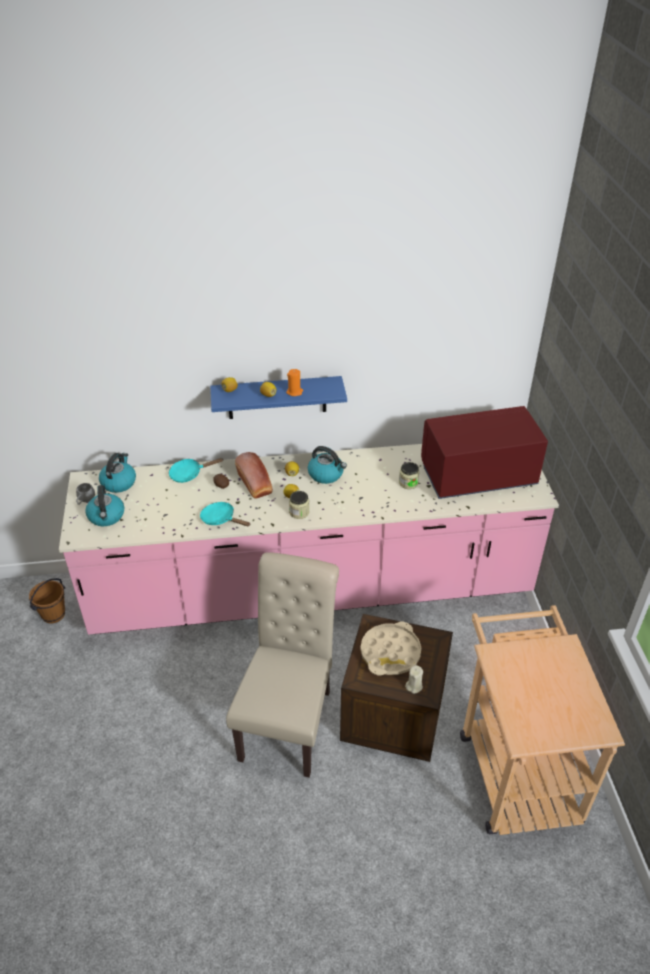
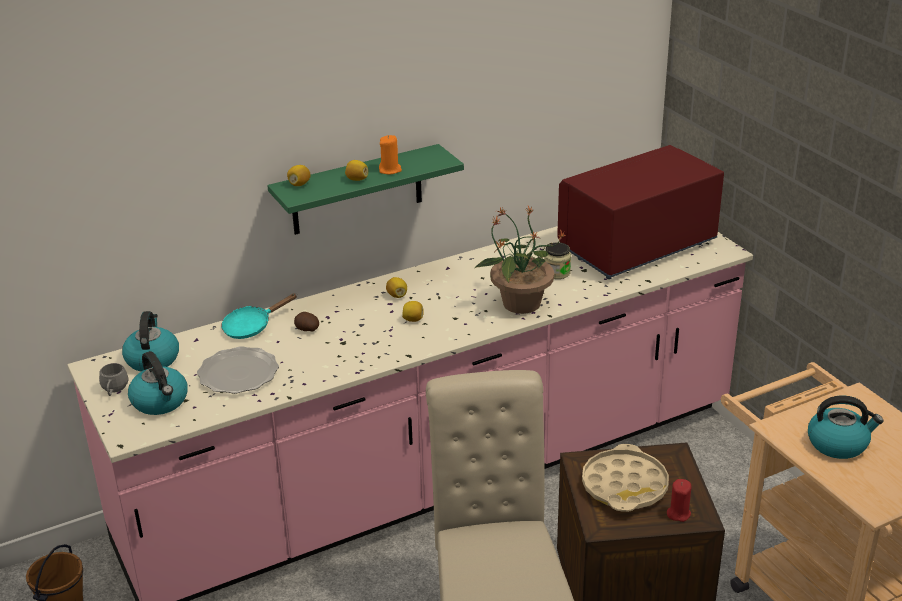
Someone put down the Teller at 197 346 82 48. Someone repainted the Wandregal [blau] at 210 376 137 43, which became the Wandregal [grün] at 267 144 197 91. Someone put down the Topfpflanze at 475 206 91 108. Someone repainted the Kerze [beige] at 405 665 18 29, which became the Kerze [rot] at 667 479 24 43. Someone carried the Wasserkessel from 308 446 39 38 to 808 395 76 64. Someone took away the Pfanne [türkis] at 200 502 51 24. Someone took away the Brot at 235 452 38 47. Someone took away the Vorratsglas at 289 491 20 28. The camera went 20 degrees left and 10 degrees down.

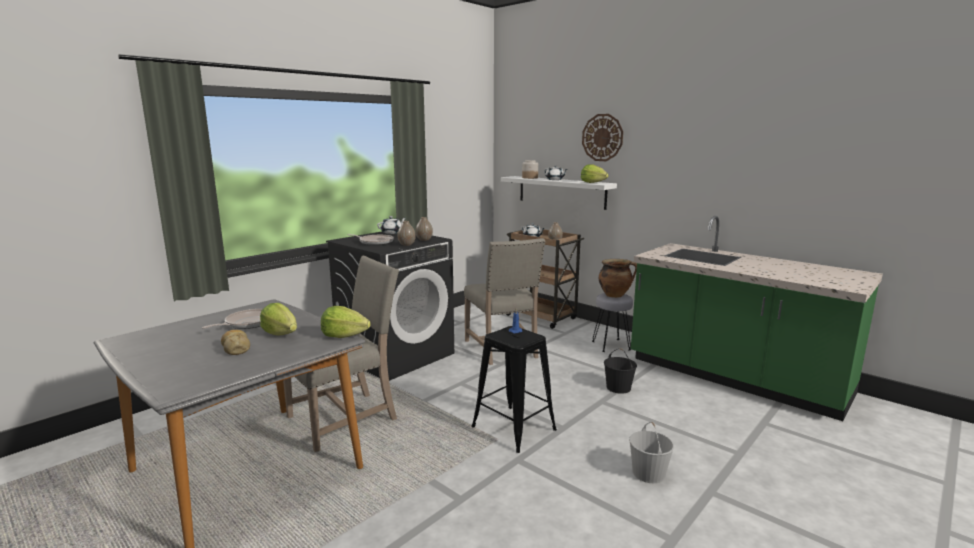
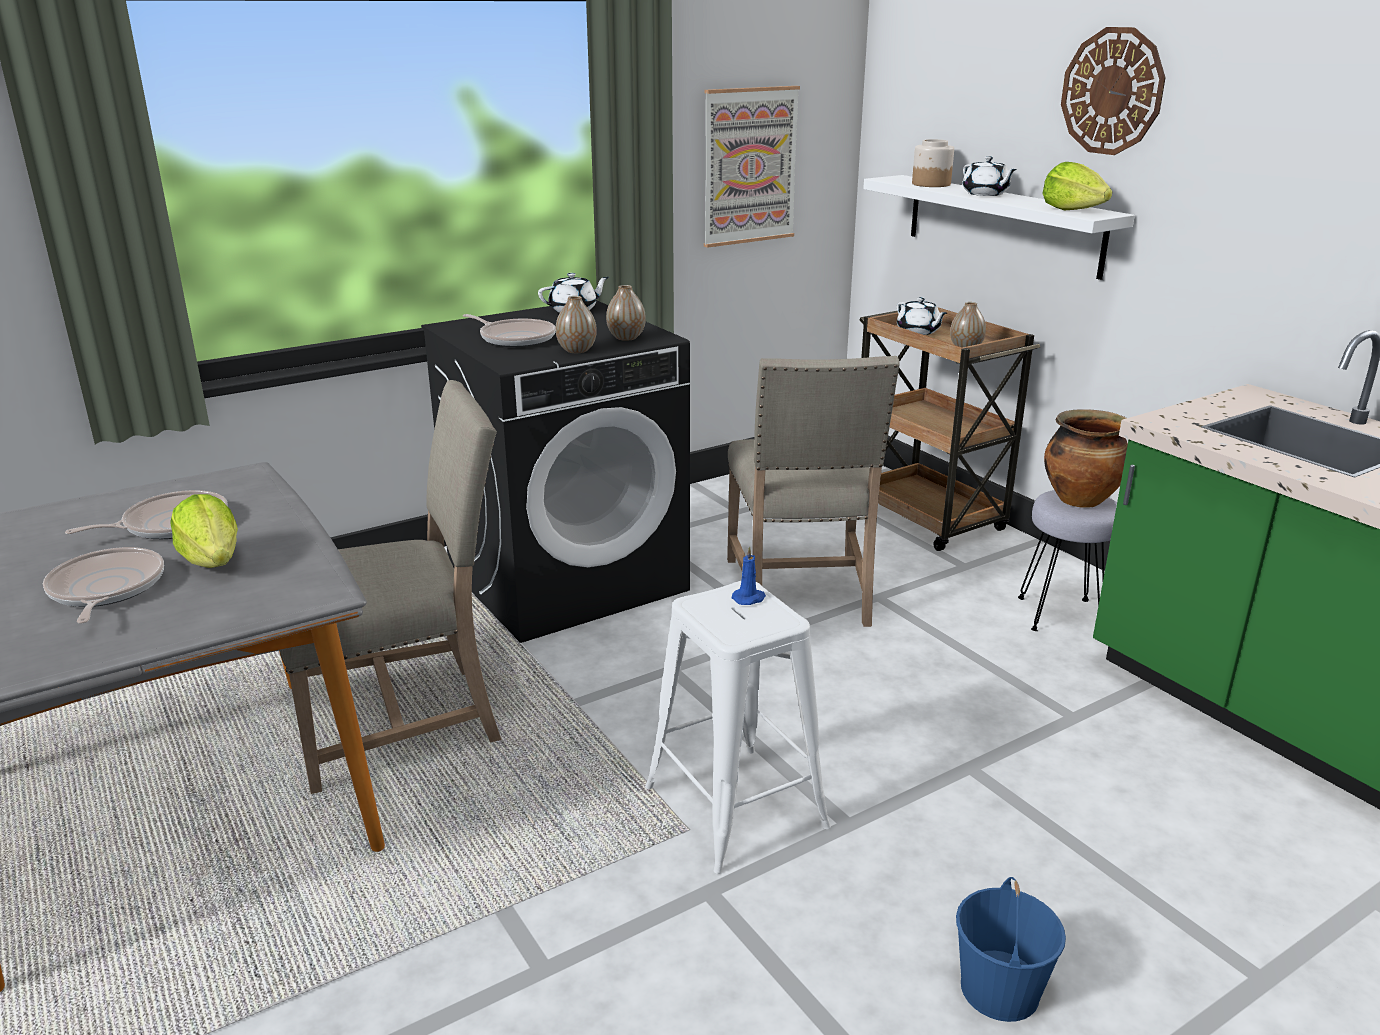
Someone swapped the Brot at 221 330 29 25 for the Pfanne at 43 547 121 77. Someone repainted the Hocker [schwarz] at 471 326 86 127, which became the Hocker [weiß] at 645 581 186 293. Someone put up the Bild at 704 86 96 162. Someone repainted the Eimer [weiß] at 629 422 45 61, which became the Eimer [blau] at 956 877 110 145. Someone took away the Salatkopf at 321 306 50 32. Someone took away the Eimer [schwarz] at 604 348 33 46. The camera went 15 degrees right and 10 degrees up.

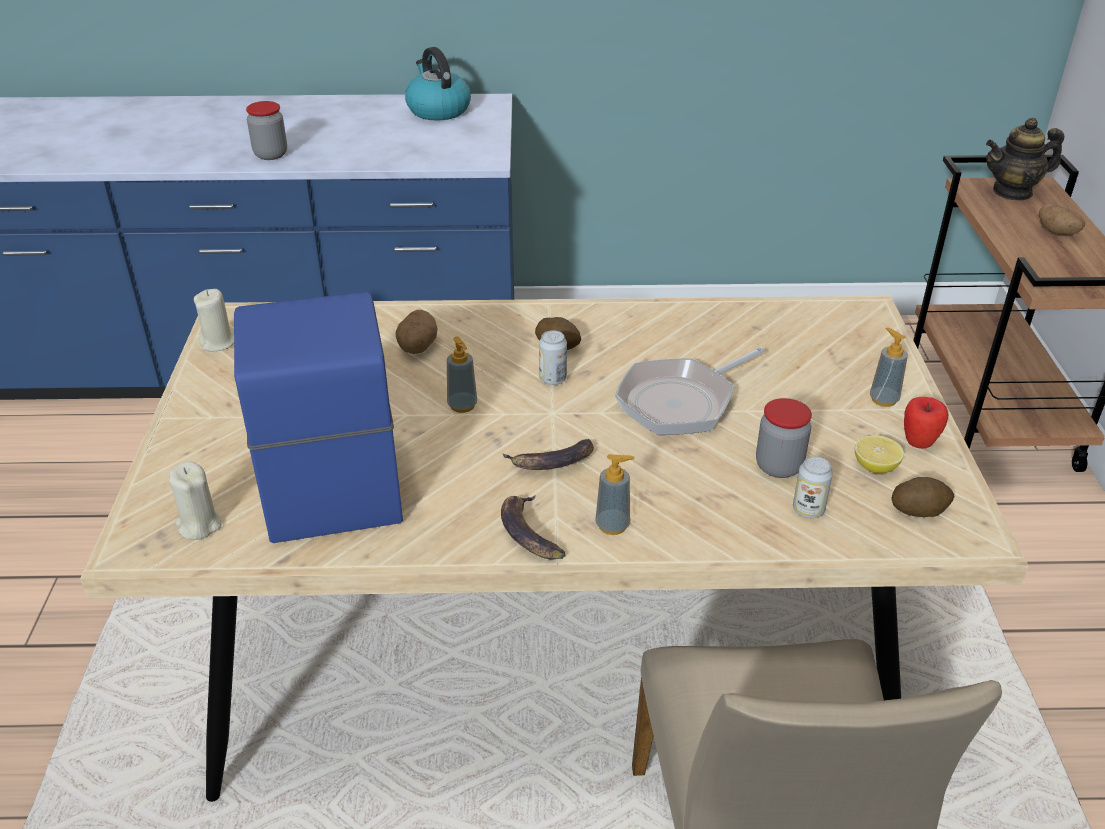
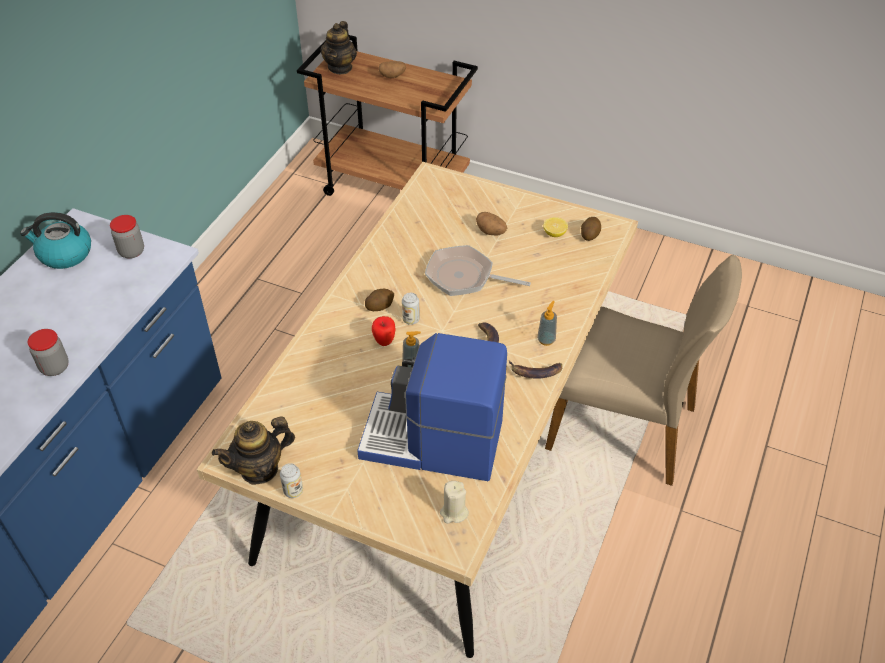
Someone carried the Vorratsglas from 756 398 56 80 to 110 215 34 44. Someone swapped the Kerze [beige] at 194 289 40 62 for the Teekanne at 212 416 83 69. Someone carried the Dose from 793 456 40 62 to 280 463 23 35. Someone carried the Apfel from 904 397 45 52 to 372 316 23 30. Someone rotated the Pfanne at 615 347 150 88 by 120 degrees clockwise. Someone carried the Kartoffel from 396 310 41 44 to 476 212 31 23. Someone took away the Seifenspender at 870 327 38 80. The camera went 65 degrees left and 10 degrees up.

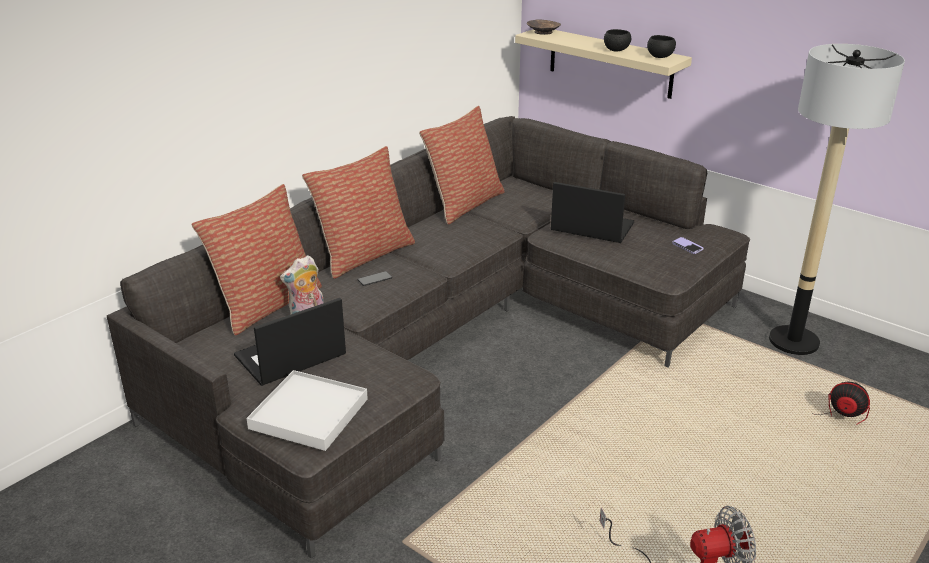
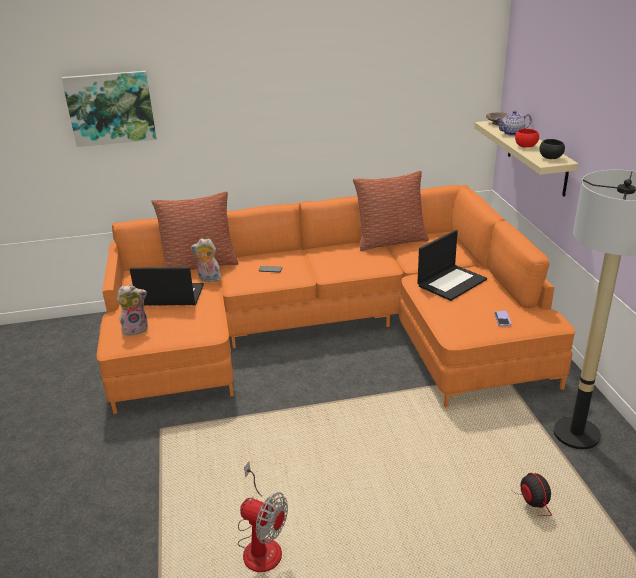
Someone put up the Bild at 62 71 95 76. Someone repainted the Sofa [grau] at 107 116 643 443, which became the Sofa [orange] at 97 185 478 229. Someone swapped the Tablett [weiß] at 246 370 122 81 for the Plüschtier at 117 284 31 51. Someone rotated the Laptop at 551 182 83 61 by 75 degrees clockwise. Someone put down the Teekanne at 496 111 36 25. Someone repainted the Schüssel [schwarz] at 604 29 27 23, which became the Schüssel [rot] at 515 129 24 19. Someone took away the Kissen at 302 146 113 133. The camera went 40 degrees right and 0 degrees up.

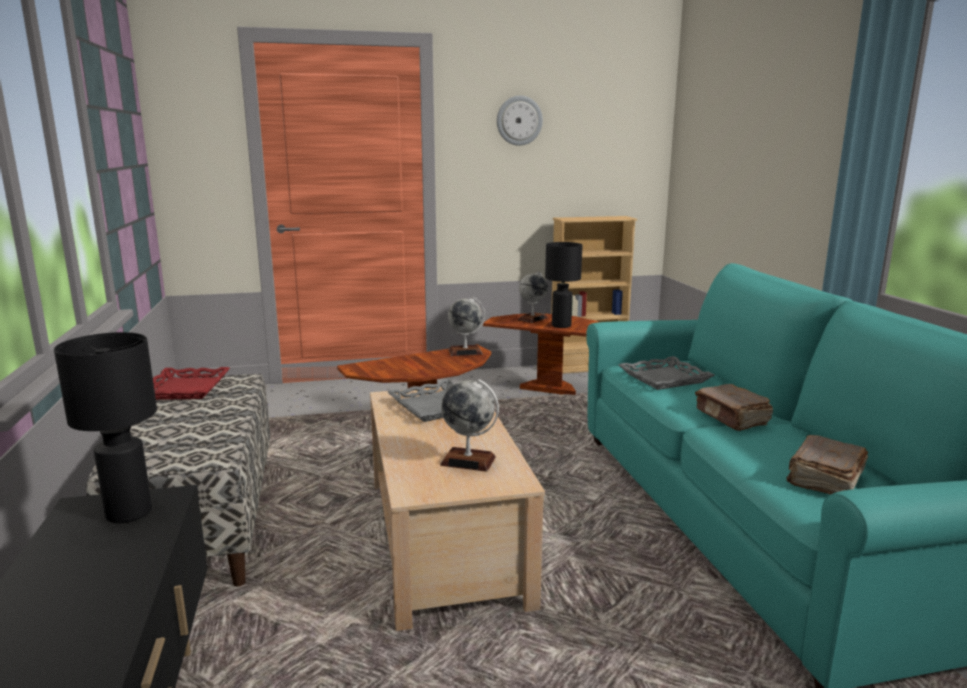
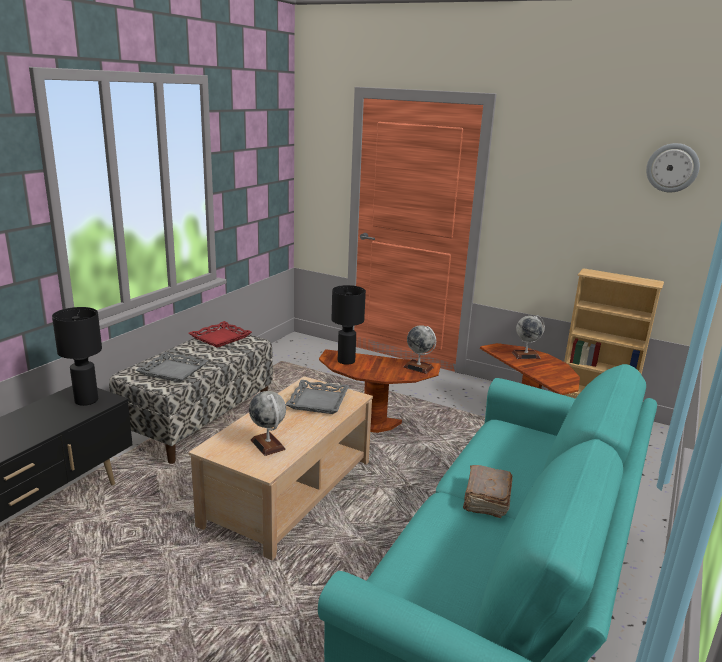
Someone carried the Tablett [grau] from 619 356 96 34 to 136 352 73 30. Someone carried the Tischlampe [schwarz] from 545 242 37 86 to 331 285 35 80. Someone carried the Wanduhr from 497 96 46 50 to 646 143 54 49. Someone took away the Buch [braun] at 787 435 81 60. The camera went 40 degrees right and 5 degrees up.

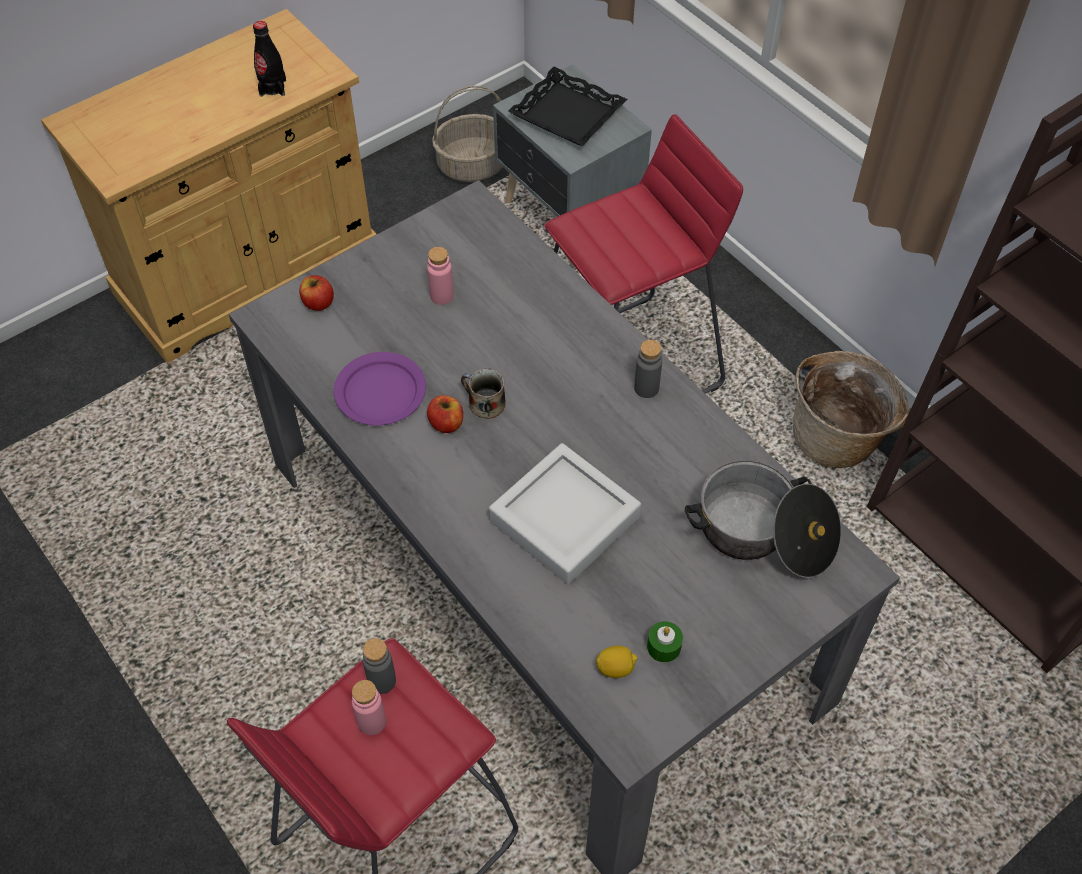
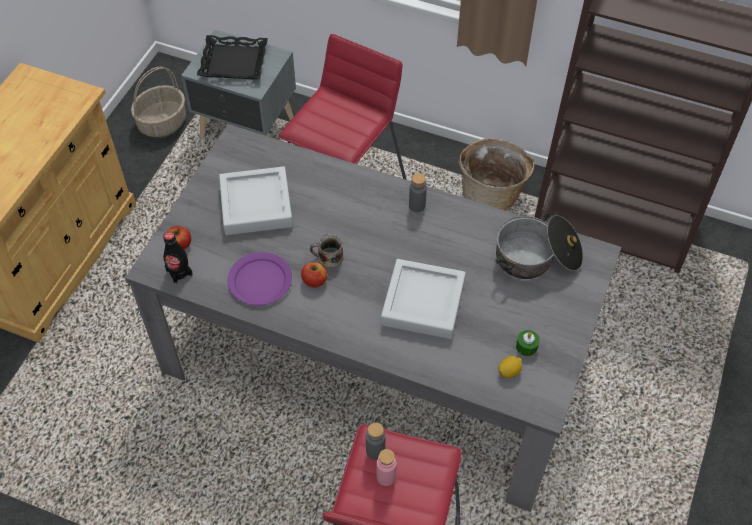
Someone carried the Flasche [schwarz] from 253 21 33 76 to 163 232 30 52. Someone swapped the Flasche [rosa] at 427 247 27 58 for the Tablett [grau] at 219 166 74 69. The camera went 30 degrees left and 0 degrees up.

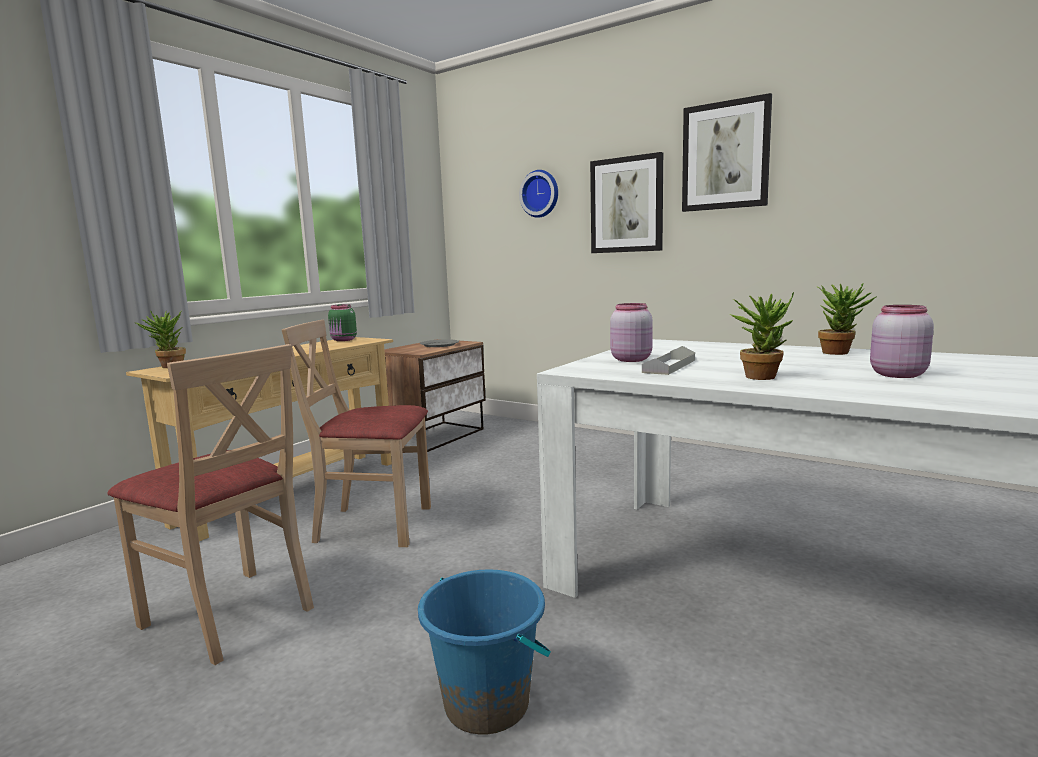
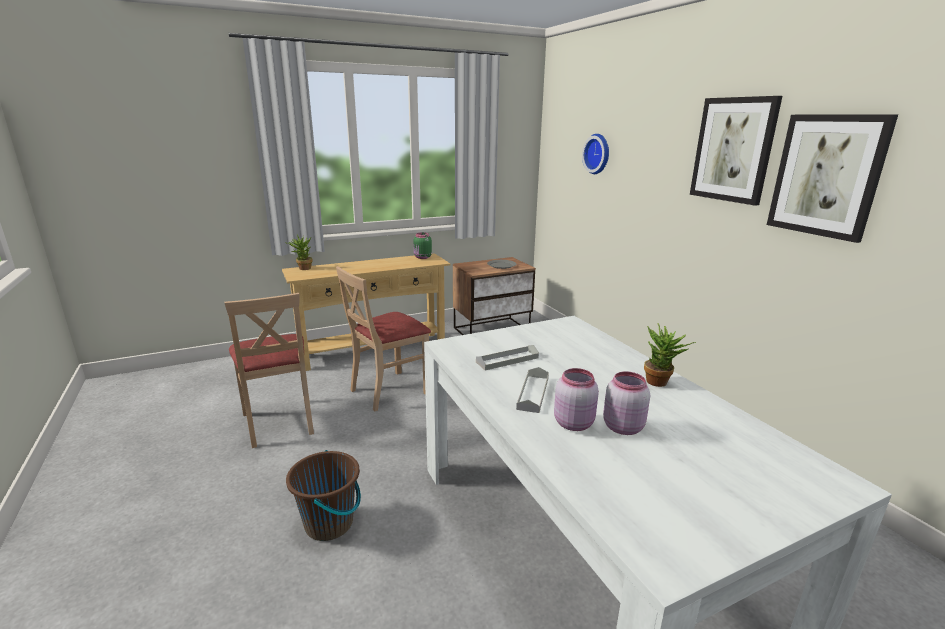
Someone repainted the Eimer [blau] at 418 569 133 166, which became the Eimer [braun] at 286 450 75 91. Someone rotated the Stuhl [beige] at 282 319 149 228 by 75 degrees counterclockwise. Someone swapped the Topfpflanze at 729 292 65 88 for the Tablett [grau] at 516 367 33 46. Someone carried the Vorratsglas [rosa] from 610 303 43 59 to 554 368 45 63. Someone carried the Bild from 590 152 73 101 to 767 114 131 129. The camera went 30 degrees right and 10 degrees up.

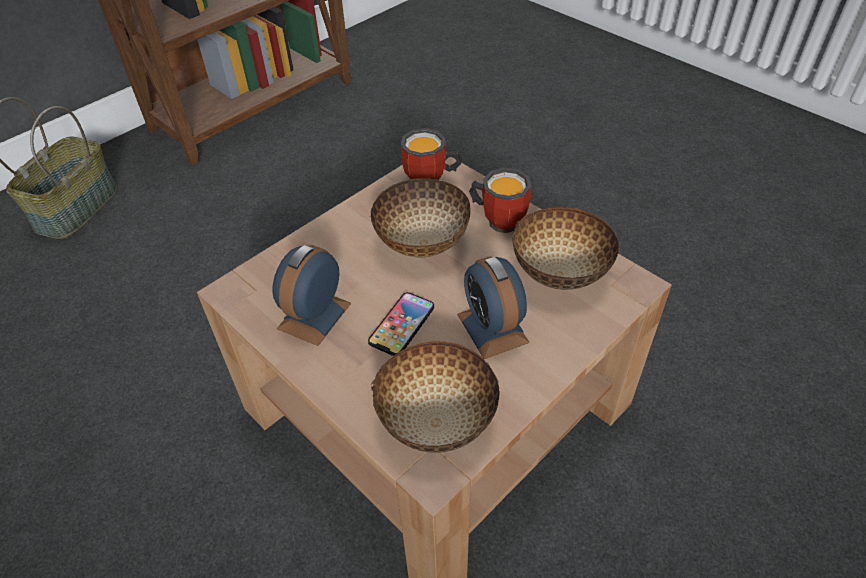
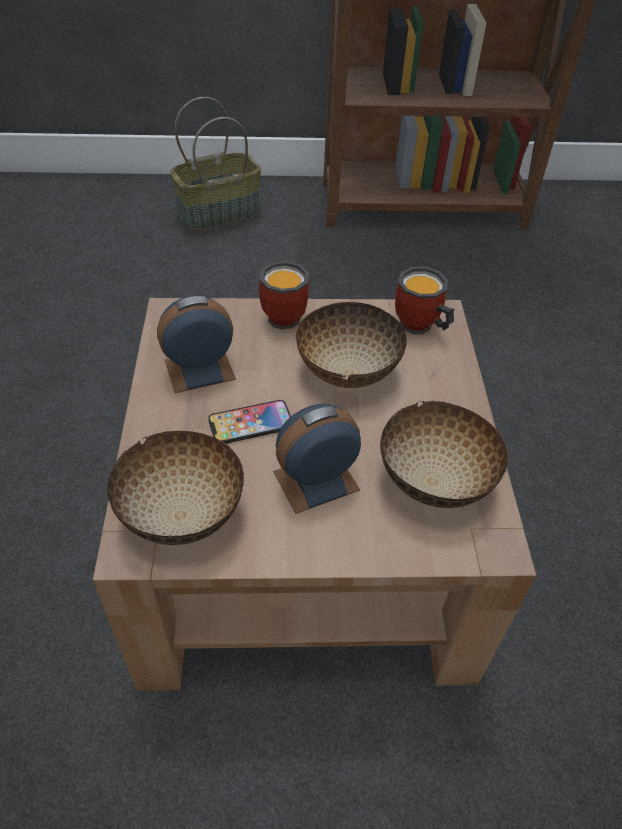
Someone carried the Henkelbecher from 469 168 62 65 to 259 261 50 69. Someone rotated the Wecker at 457 256 73 103 by 45 degrees clockwise. The camera went 40 degrees right and 0 degrees up.

